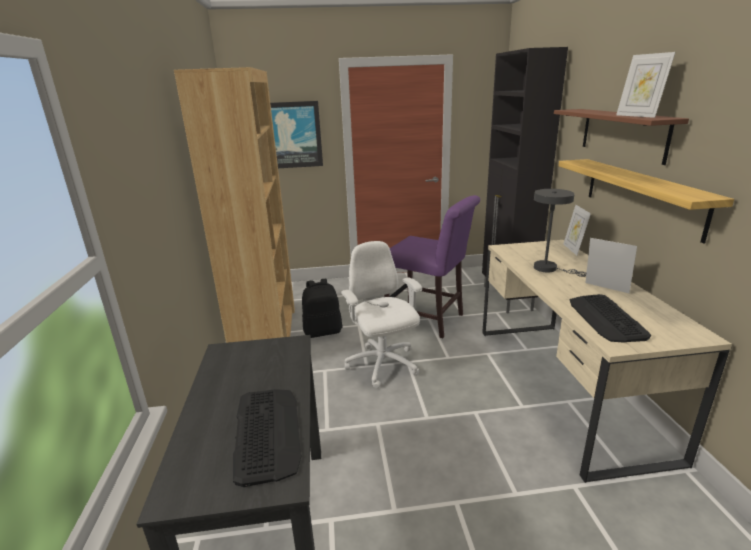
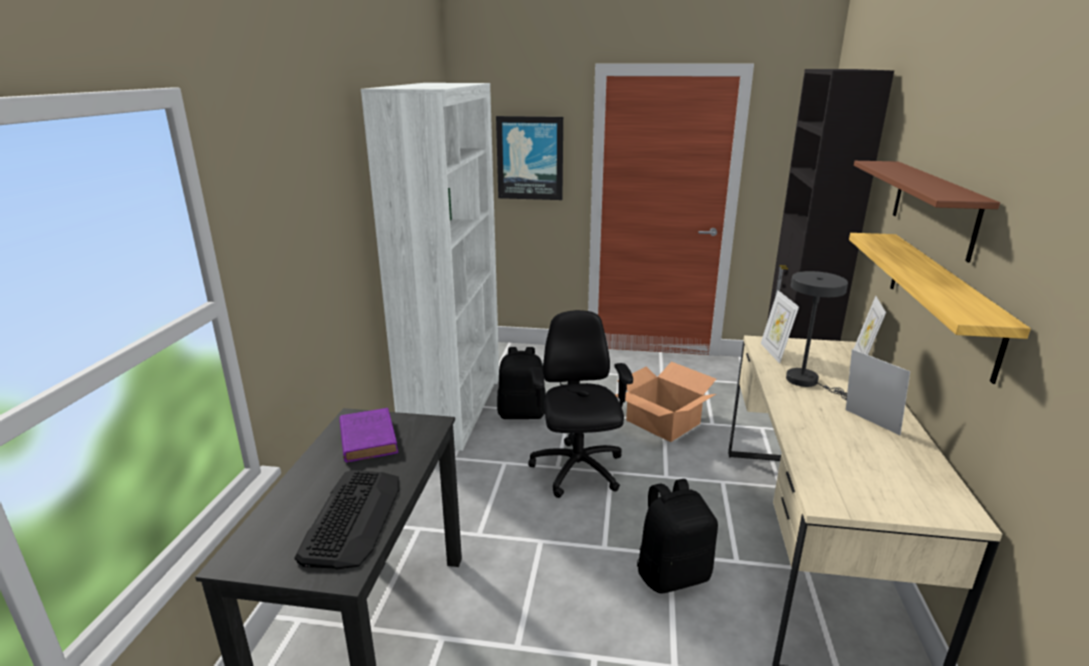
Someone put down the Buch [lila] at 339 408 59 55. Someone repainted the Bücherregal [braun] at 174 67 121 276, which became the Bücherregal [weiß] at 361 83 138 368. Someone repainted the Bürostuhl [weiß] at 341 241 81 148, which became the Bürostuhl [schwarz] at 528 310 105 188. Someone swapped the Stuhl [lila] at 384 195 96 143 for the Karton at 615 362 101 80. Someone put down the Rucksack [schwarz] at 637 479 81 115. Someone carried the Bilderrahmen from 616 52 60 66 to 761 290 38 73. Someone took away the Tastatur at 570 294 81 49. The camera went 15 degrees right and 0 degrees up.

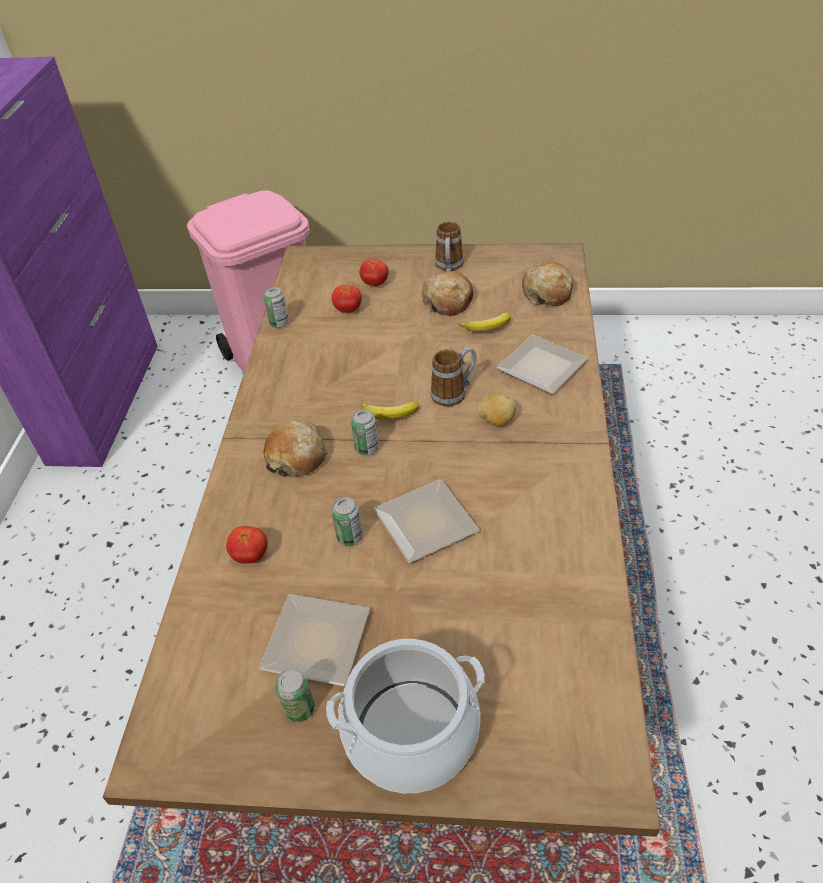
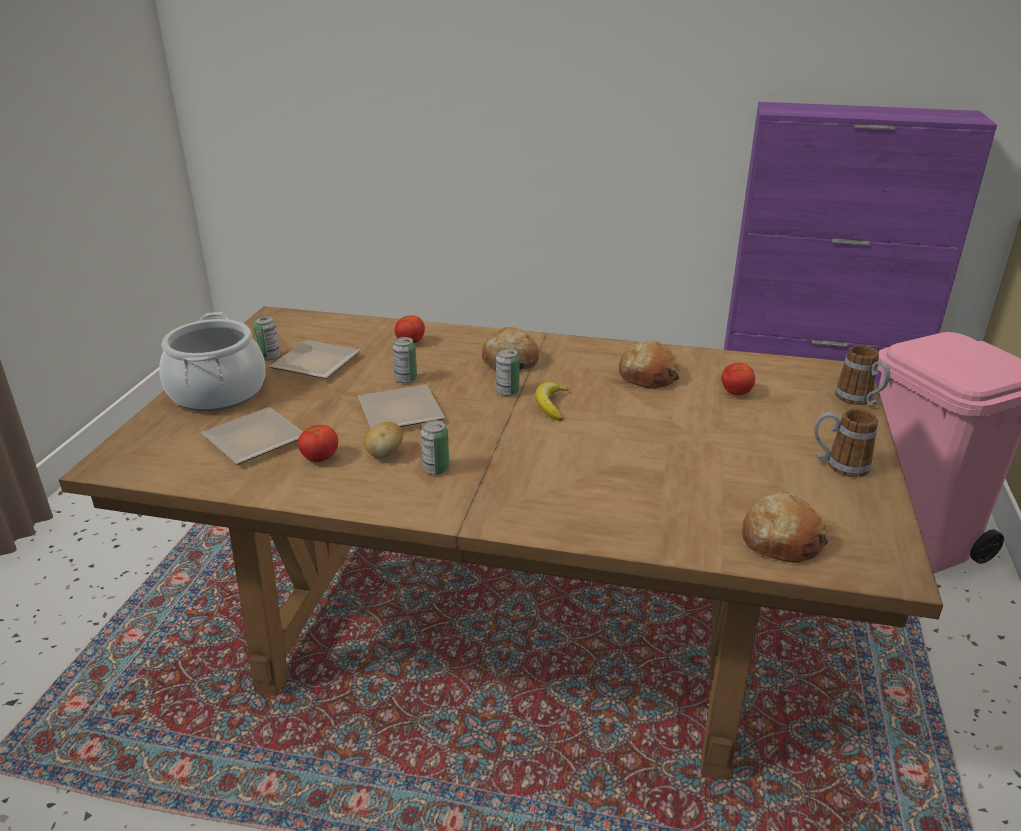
Someone carried the Teller from 496 335 92 59 to 201 407 102 57. Someone carried the Tomate from 359 259 30 27 to 298 425 40 37. Someone carried the Kartoffel from 477 392 39 34 to 364 422 39 36. Someone carried the Dose from 263 287 26 41 to 420 420 30 55. Someone carried the Brot from 422 271 51 45 to 619 341 62 48. Someone carried the Henkelbecher from 430 347 47 59 to 835 345 55 60. Someone took away the Banane at 458 313 53 19. The camera went 95 degrees right and 15 degrees down.

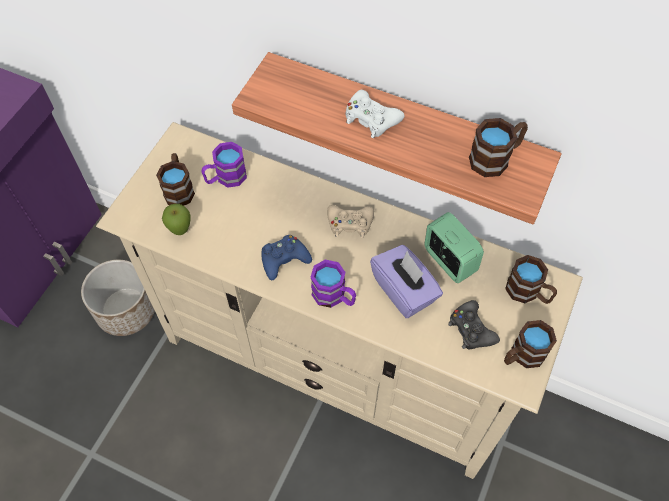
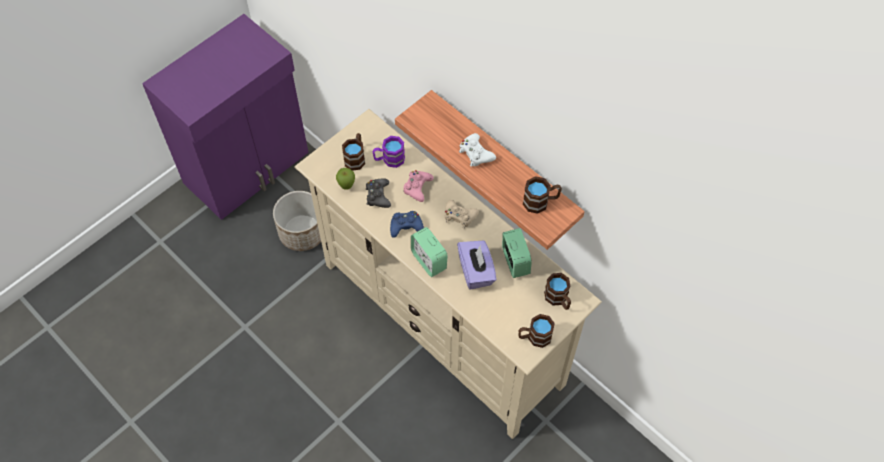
Someone carried the Gamepad [schwarz] from 448 300 52 49 to 366 179 25 29. Someone put down the Gamepad [rosa] at 403 170 31 32. Someone swapped the Henkelbecher [lila] at 311 260 45 48 for the Wecker at 411 227 37 50. The camera went 20 degrees right and 0 degrees up.

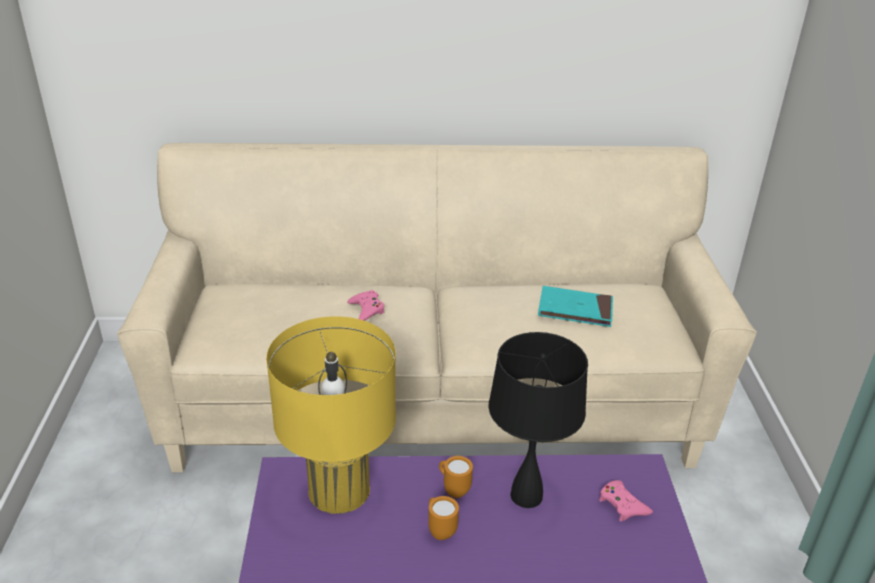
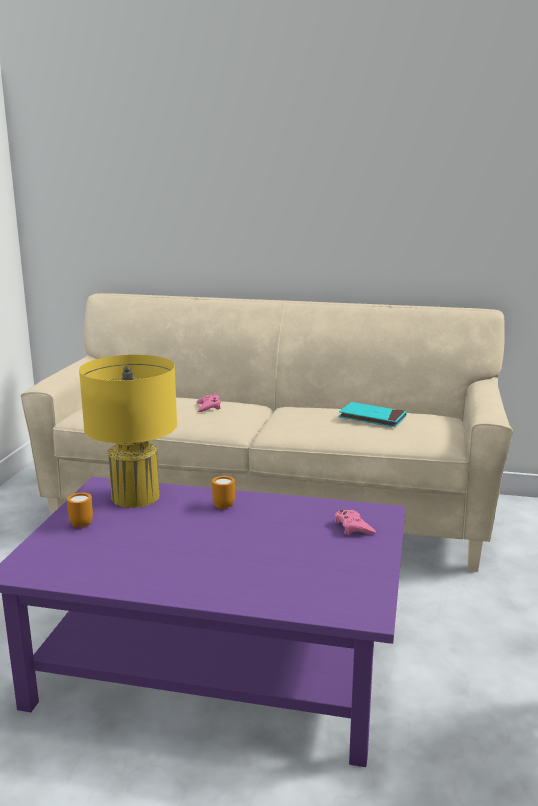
Someone carried the Henkelbecher [orange] from 428 496 31 44 to 67 493 26 34. Someone took away the Tischlampe [schwarz] at 488 332 100 176. The camera went 15 degrees right and 15 degrees down.

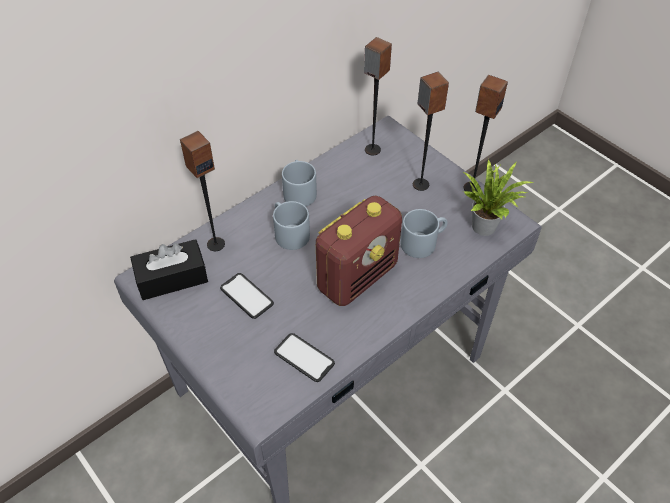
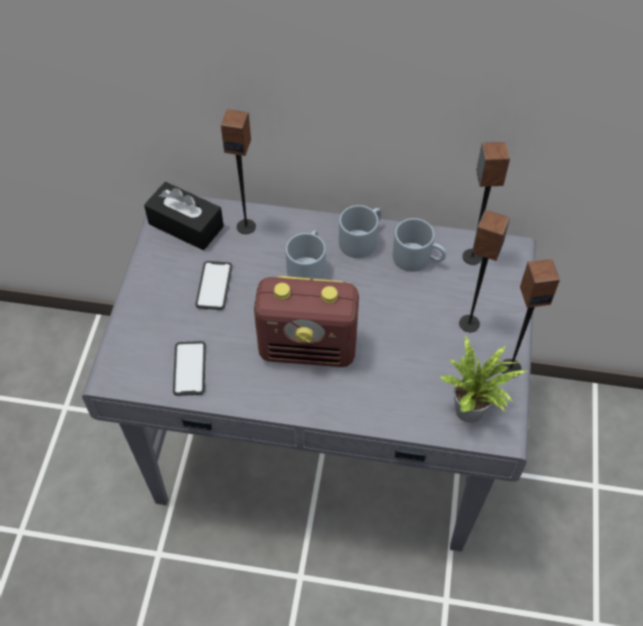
Someone carried the Henkelbecher [grau] from 401 209 47 49 to 393 218 53 54. The camera went 50 degrees right and 5 degrees up.

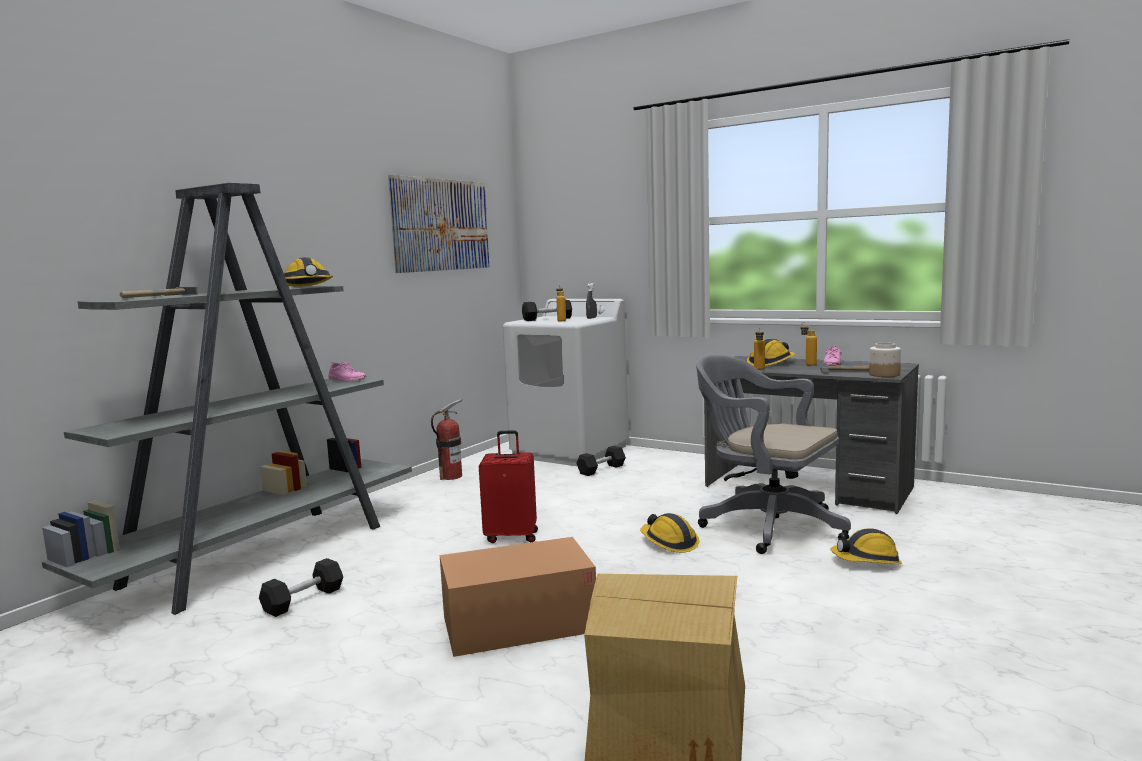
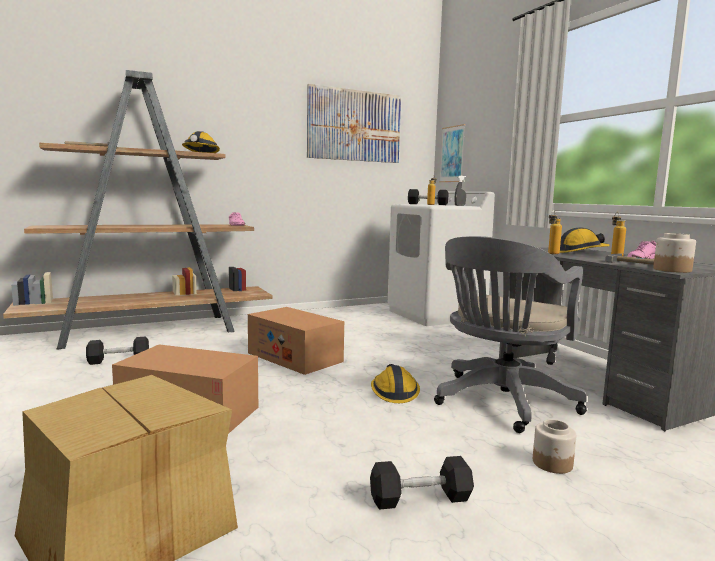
Someone repainted the Bücherregal [grau] at 42 183 370 432, which became the Bücherregal [braun] at 3 70 269 280. Someone swapped the Koffer [rot] at 479 430 59 113 for the Karton at 248 307 96 68. Someone carried the Hantel [schwarz] from 576 446 50 30 to 370 456 104 54. Someone rotated the Bürostuhl [grau] at 696 355 155 199 by 120 degrees counterclockwise. Someone put up the Bild at 439 124 26 58. Someone swapped the Schutzhelm at 830 528 72 36 for the Vorratsglas at 533 419 43 55. Someone took away the Feuerlöscher at 431 399 31 81. The camera went 30 degrees right and 0 degrees up.

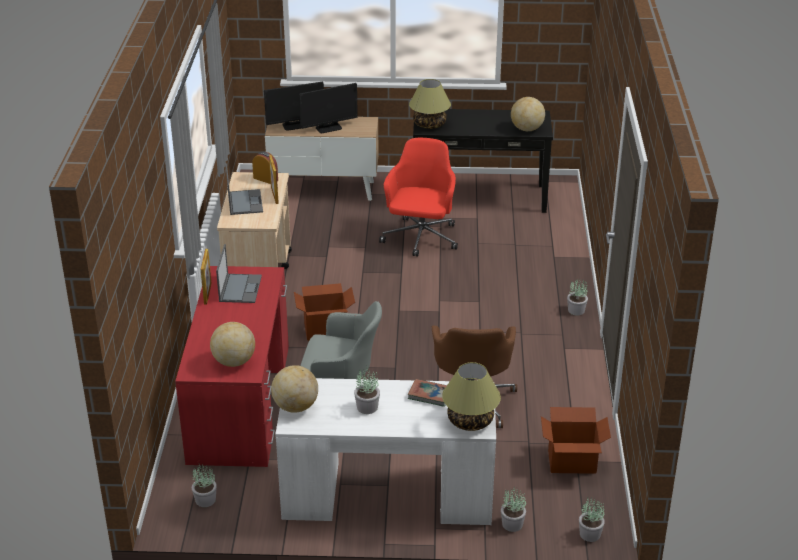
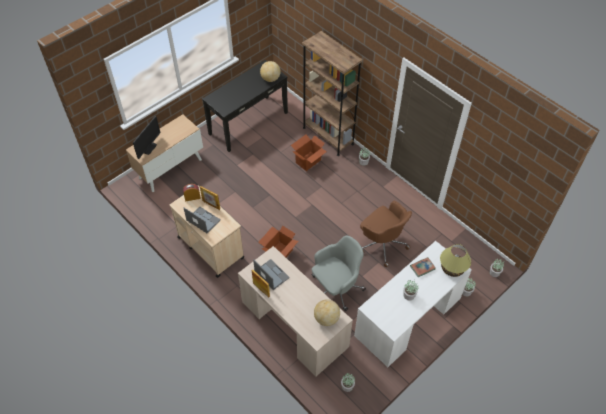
Someone repainted the Schreibtisch [rot] at 175 266 114 201, which became the Schreibtisch [beige] at 238 246 115 131. Someone carried the Karton from 541 407 70 67 to 291 135 36 36. Someone put down the Bücherregal [braun] at 302 31 61 125. Someone took away the Globus at 271 365 47 48. Someone took away the Monitor at 299 83 59 50. Someone took away the Bürostuhl [rot] at 379 138 79 119. Someone took away the Tischlampe at 409 79 42 50. The camera went 45 degrees left and 20 degrees up.

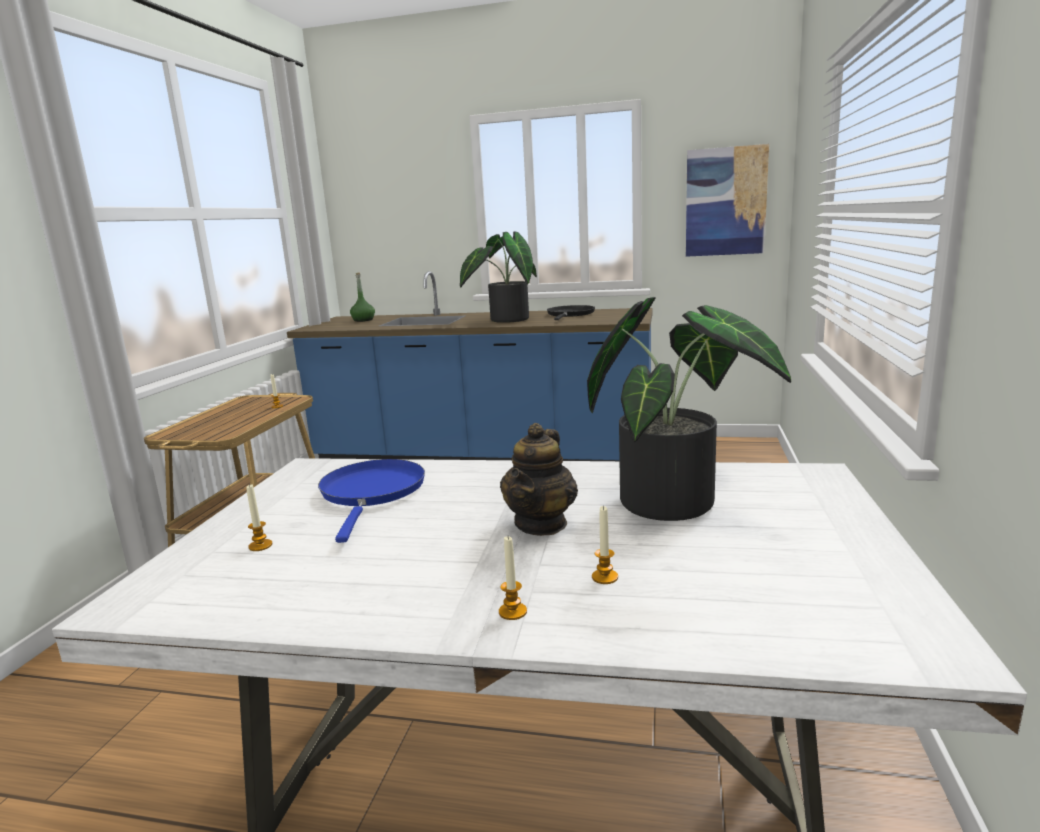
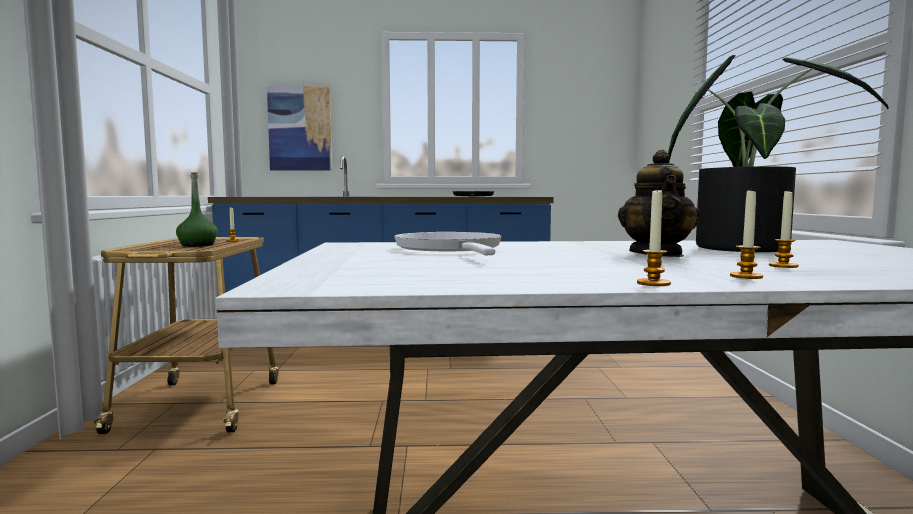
Someone carried the Flasche [grün] from 350 273 25 49 to 176 172 42 75. Someone carried the Bild from 686 144 83 113 to 267 86 65 84. Someone repainted the Pfanne [blau] at 318 459 107 84, which became the Pfanne [weiß] at 394 232 108 23. Someone carried the Kerze from 246 484 26 67 to 637 187 34 99. Someone took away the Topfpflanze at 460 232 77 91. The camera went 15 degrees left and 10 degrees down.

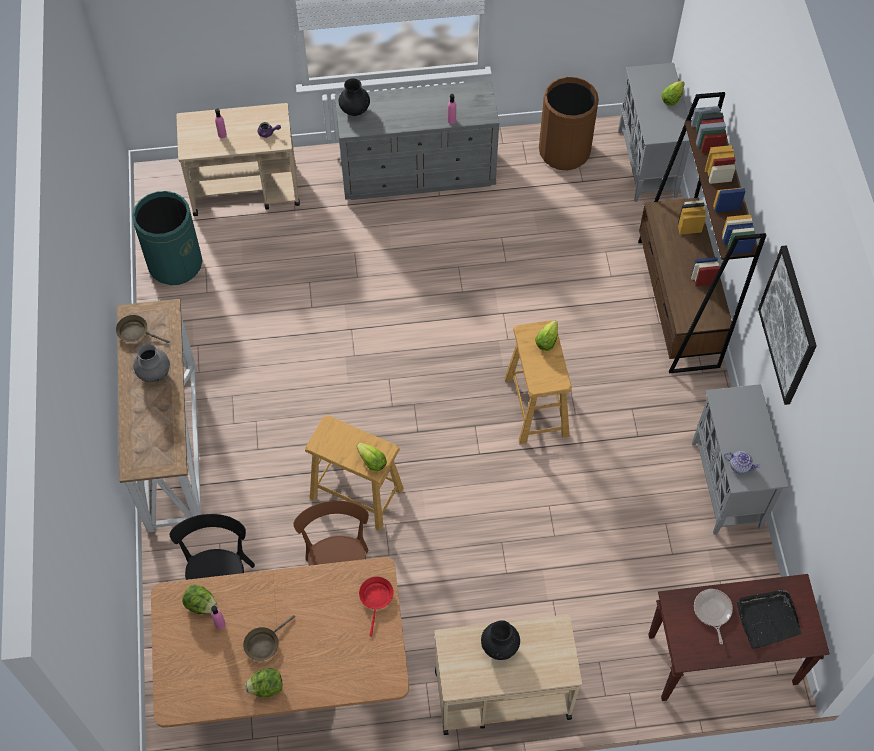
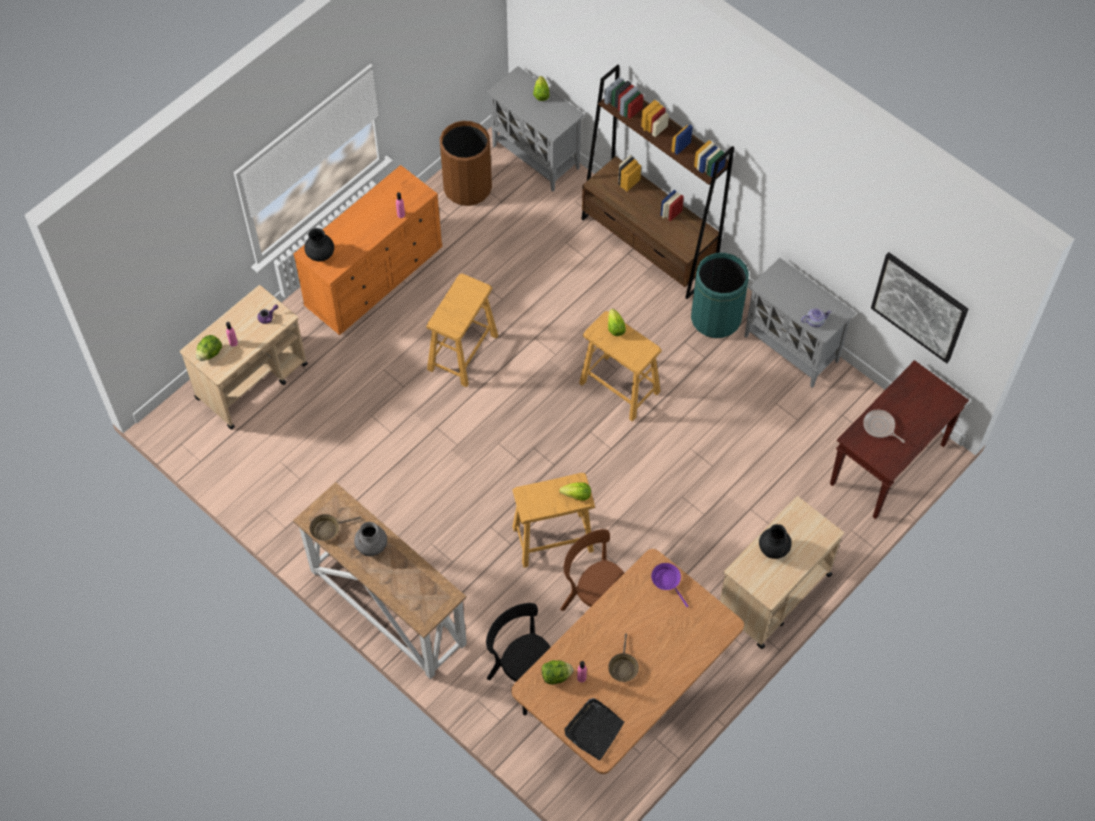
Someone carried the Salatkopf from 245 668 38 29 to 196 335 26 26. Someone repainted the Kommode [grau] at 335 80 164 120, which became the Kommode [orange] at 294 165 148 170. Someone put down the Hocker [beige] at 426 274 72 113. Someone carried the Tablett [schwarz] from 737 590 65 59 to 564 698 60 63. Someone repainted the Pfanne [rot] at 359 577 34 60, which became the Pfanne [lila] at 651 563 38 44. Someone carried the Mülleimer [grün] from 132 191 71 94 to 691 253 58 85. Someone carried the Bild from 758 245 59 160 to 871 252 97 111. The camera went 40 degrees left and 0 degrees up.

